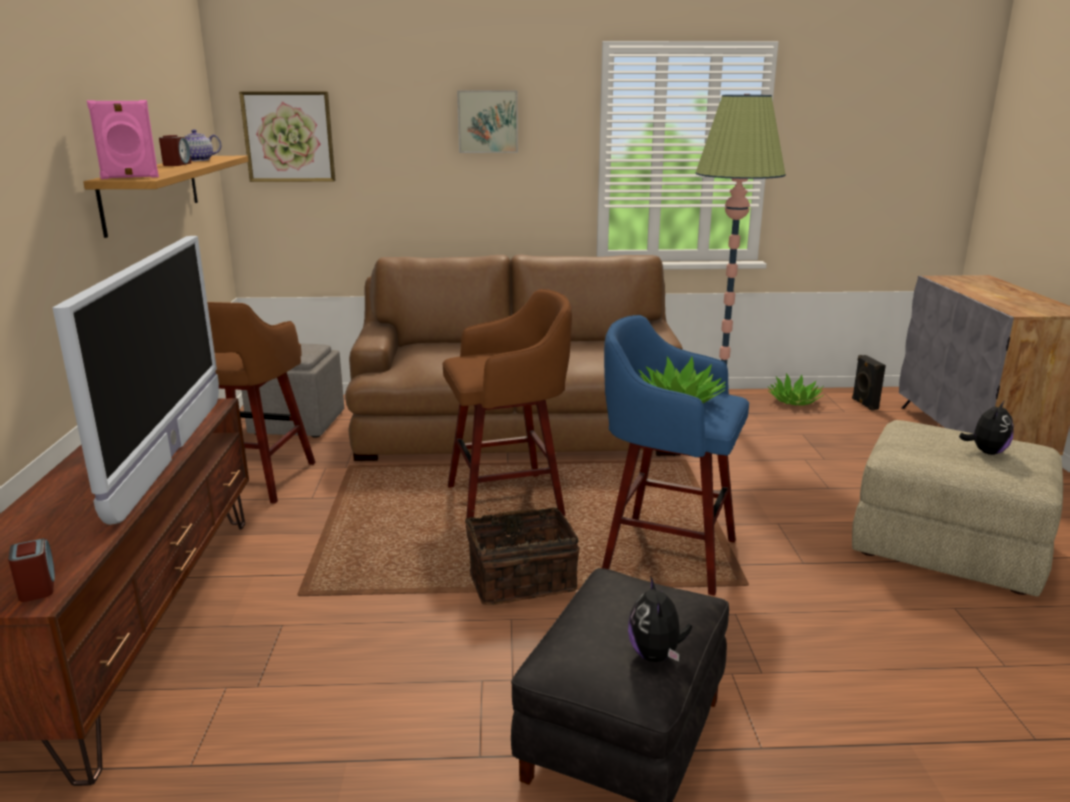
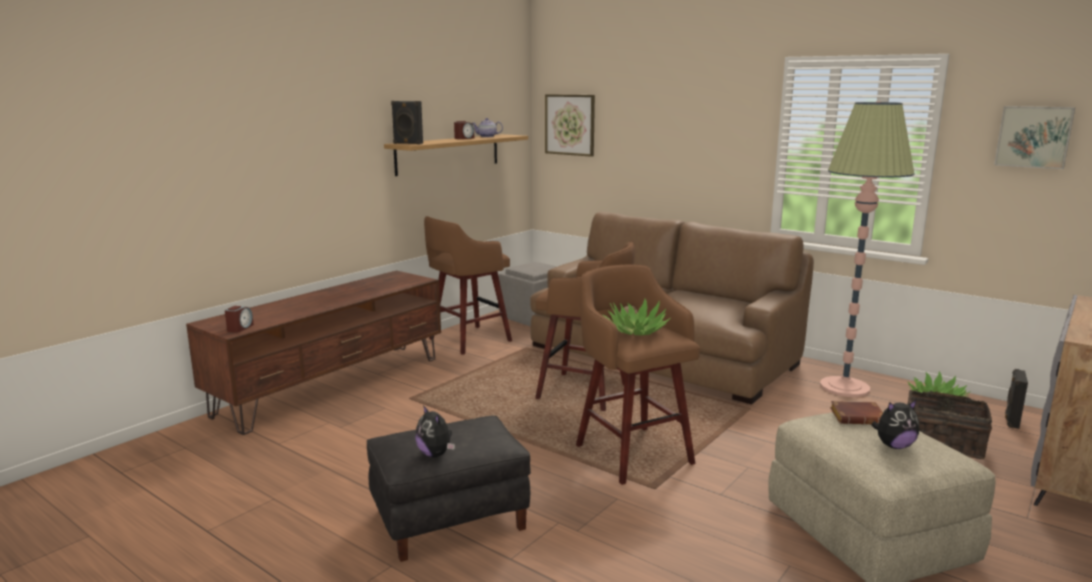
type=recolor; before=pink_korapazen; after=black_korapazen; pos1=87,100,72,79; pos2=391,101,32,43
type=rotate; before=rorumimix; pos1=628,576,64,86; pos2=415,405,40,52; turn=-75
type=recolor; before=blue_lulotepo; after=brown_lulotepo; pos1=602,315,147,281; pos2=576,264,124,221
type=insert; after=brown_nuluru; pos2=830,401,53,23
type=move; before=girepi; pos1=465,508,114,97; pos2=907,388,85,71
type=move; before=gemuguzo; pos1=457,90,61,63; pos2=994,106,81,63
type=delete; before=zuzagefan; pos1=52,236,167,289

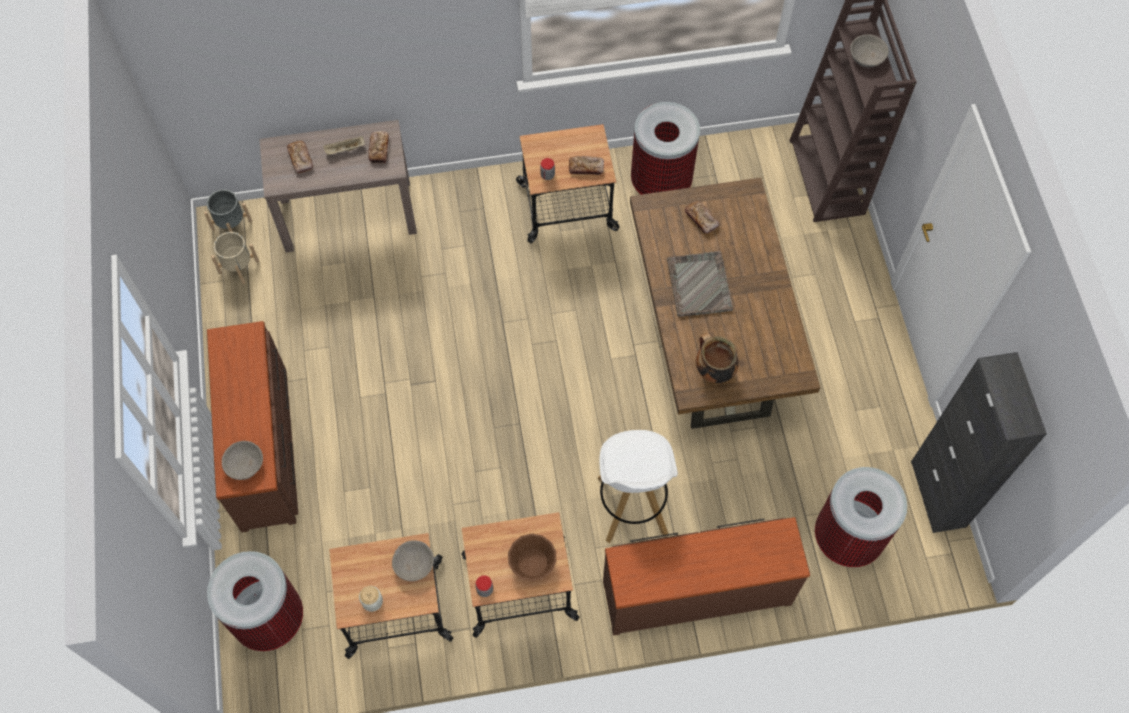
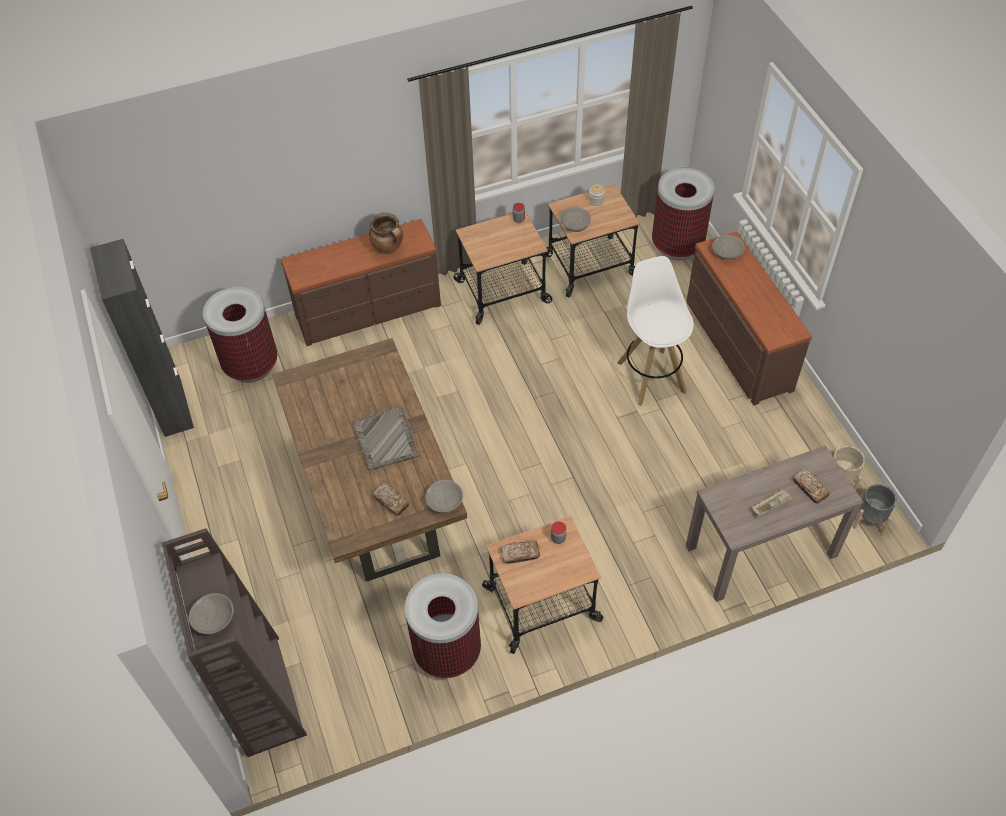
type=move; before=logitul; pos1=696,333,43,50; pos2=369,212,34,42
type=insert; after=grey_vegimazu; pos2=425,480,38,33
type=move; before=white_lulotepo; pos1=597,430,81,113; pos2=617,256,77,150
type=delete; before=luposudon; pos1=368,131,21,32
type=delete; before=brown_vegimazu; pos1=508,534,48,47

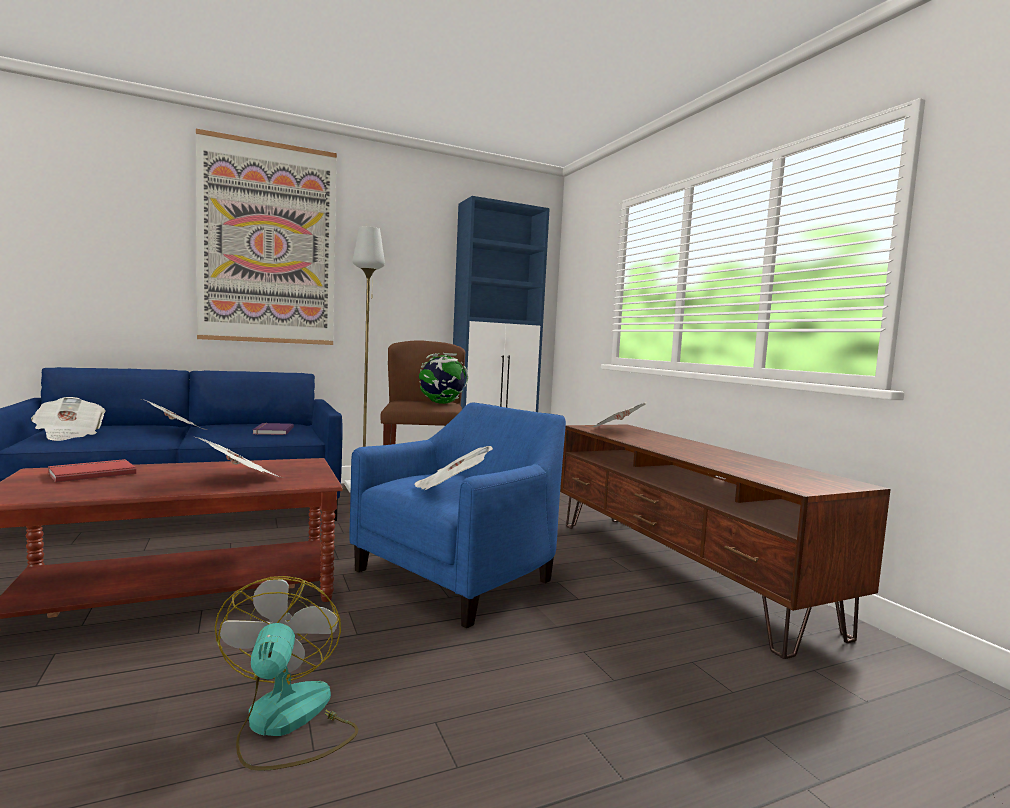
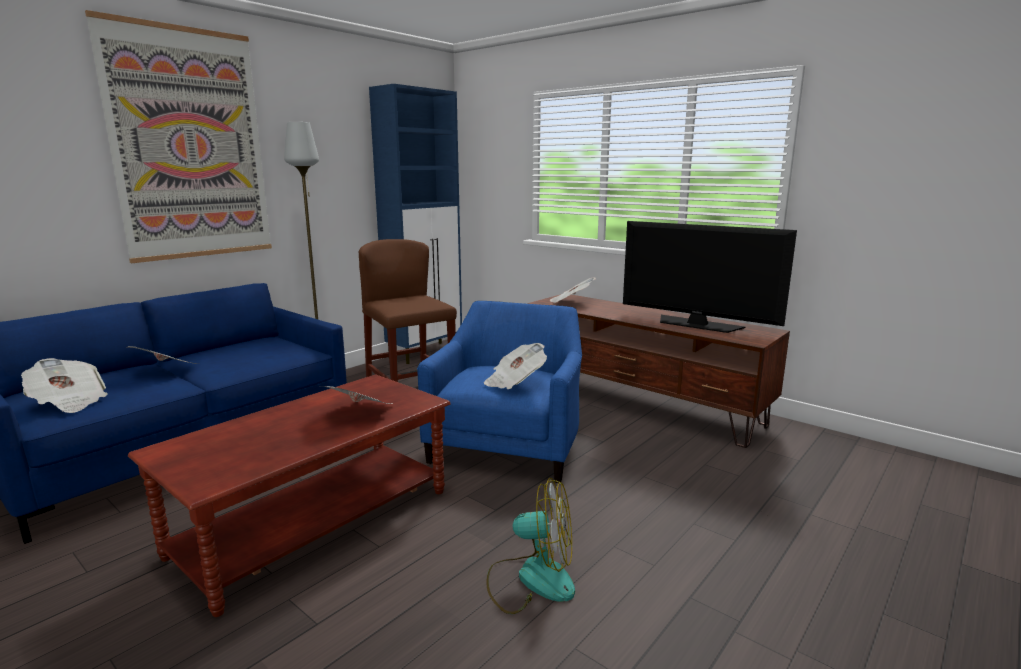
type=rotate; before=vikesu; pos1=215,576,143,195; pos2=486,478,89,136; turn=135
type=insert; after=zuzagefan; pos2=623,221,174,112
type=delete; before=red_nuluru; pos1=48,459,88,23
type=delete; before=purple_nuluru; pos1=252,423,42,12
type=delete; before=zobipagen; pos1=419,353,49,51

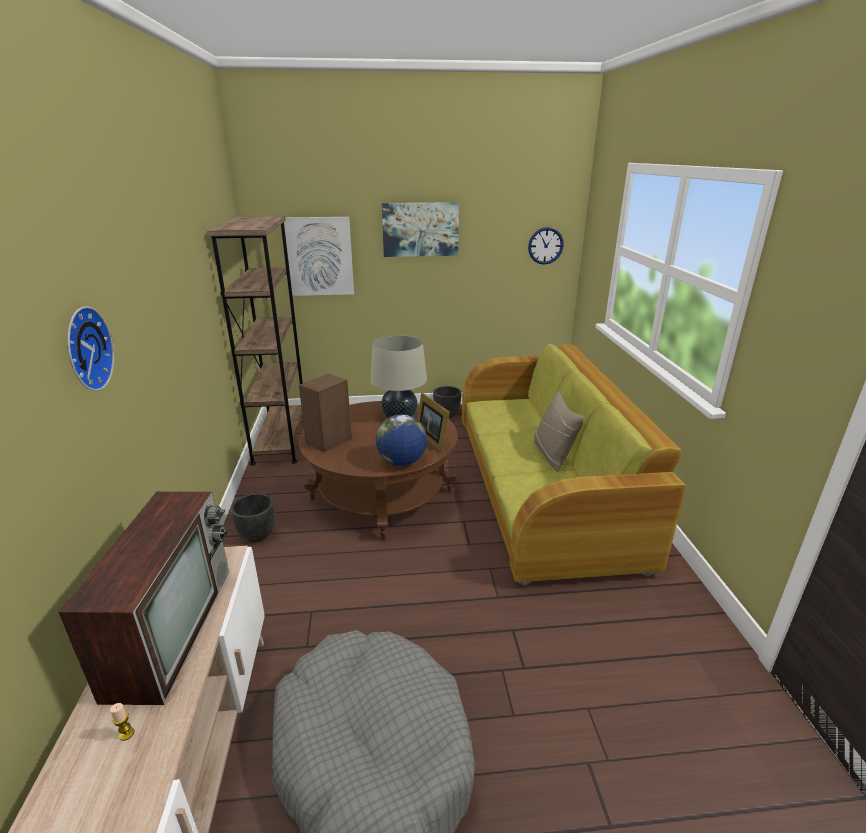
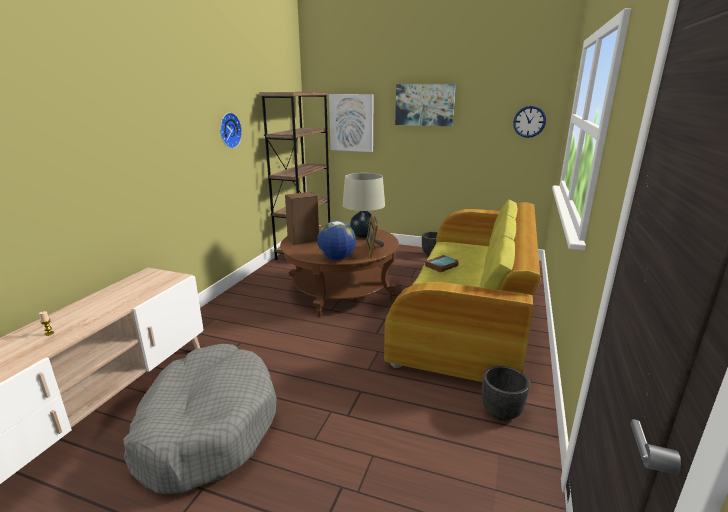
type=move; before=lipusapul; pos1=67,306,47,85; pos2=220,112,22,37
type=insert; after=nuluru; pos2=425,255,34,18
type=move; before=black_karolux; pos1=231,493,44,49; pos2=482,366,48,55
type=delete; before=zuzagefan; pos1=58,492,171,213
type=delete; before=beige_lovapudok; pos1=534,392,50,80

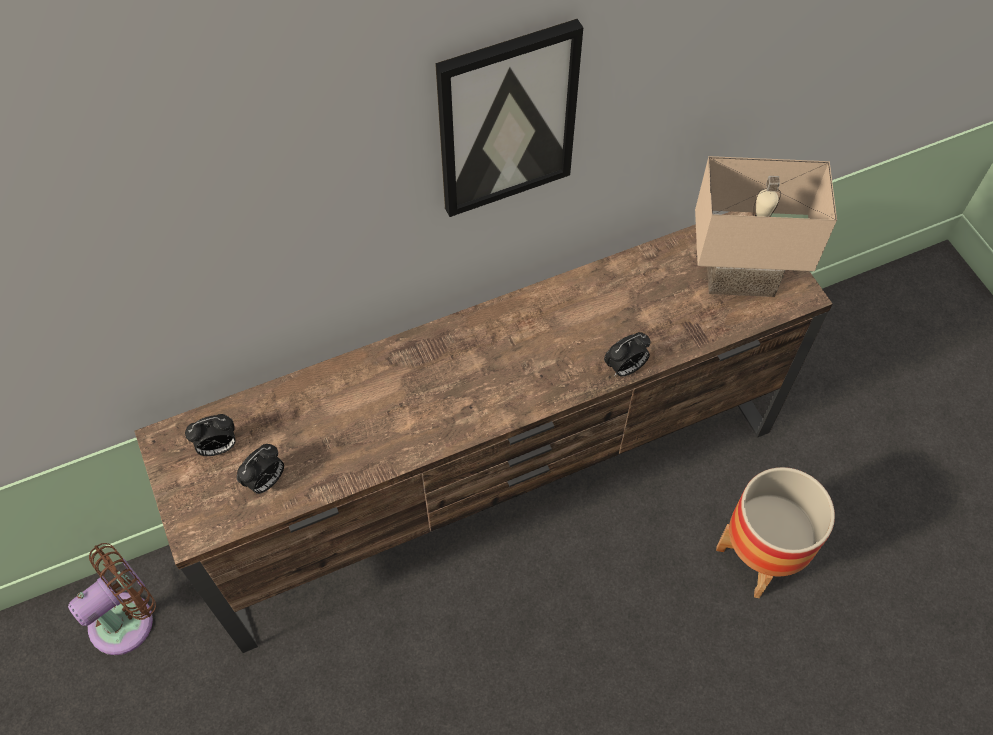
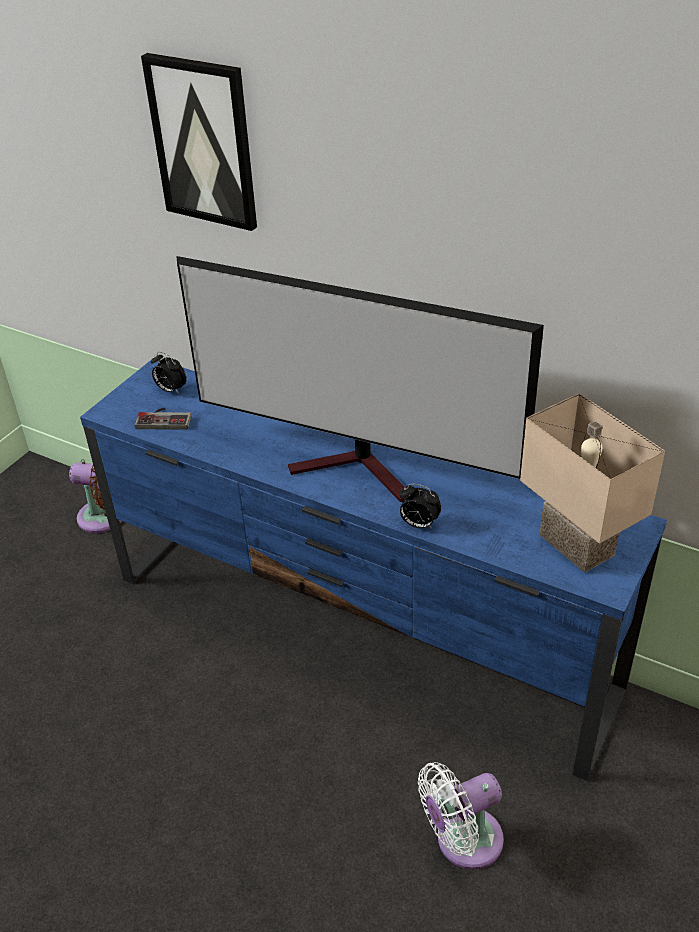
type=recolor; before=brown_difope; after=blue_difope; pos1=134,211,699,442; pos2=80,359,587,422
type=replace; before=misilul; after=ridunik; pos1=237,444,47,50; pos2=135,408,56,22
type=move; before=gemuguzo; pos1=435,19,148,198; pos2=141,53,116,178
type=insert; after=zuzagefan; pos2=176,256,368,246
type=replace; before=karolux; after=white_vikesu; pos1=716,467,119,131; pos2=418,762,86,108

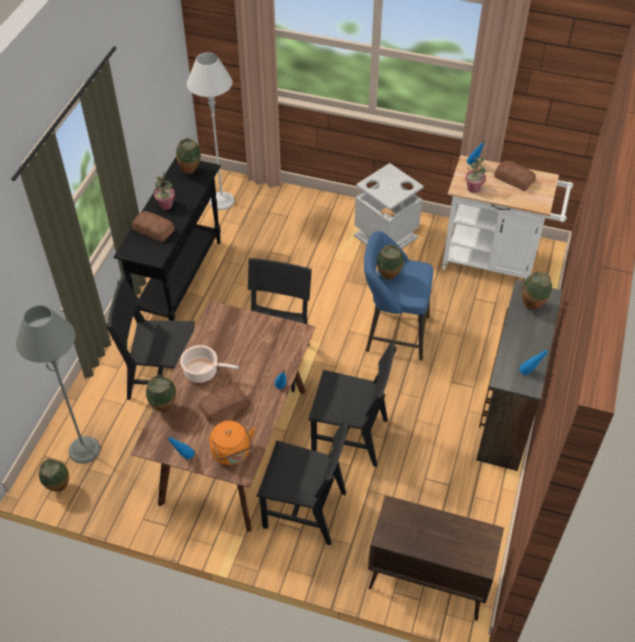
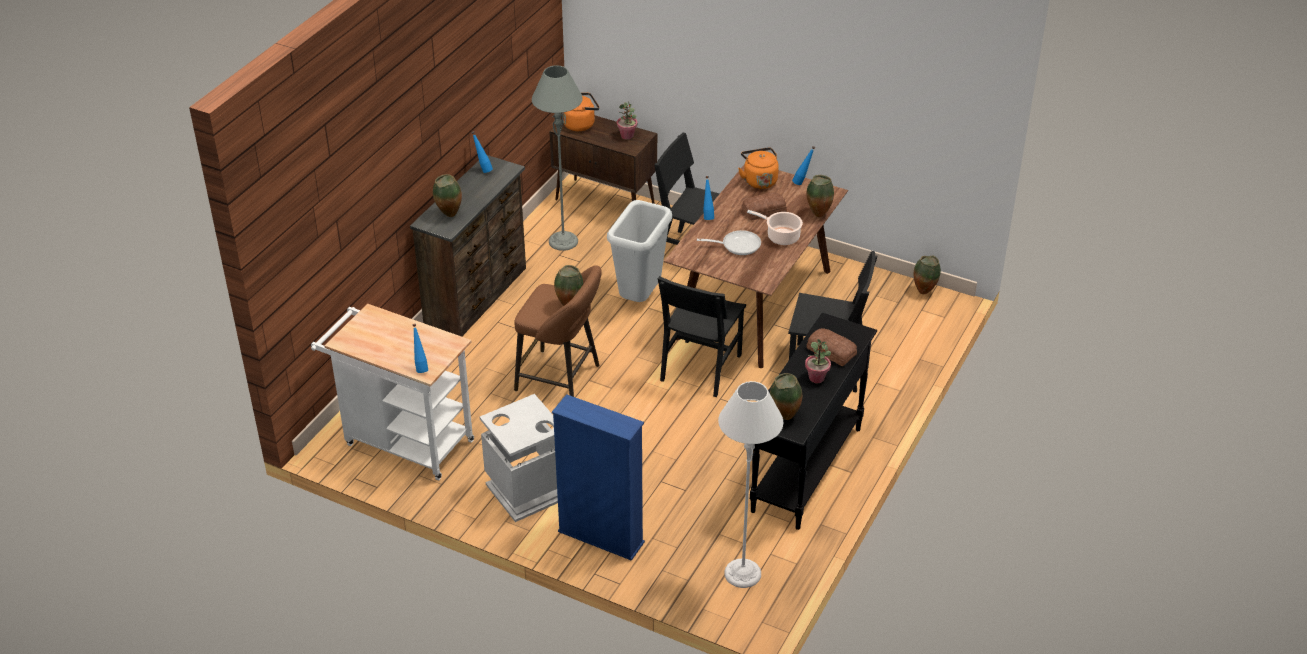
type=recolor; before=blue_lulotepo; after=brown_lulotepo; pos1=364,231,69,130; pos2=514,265,88,132
type=move; before=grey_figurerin; pos1=16,305,84,158; pos2=532,65,51,186
type=insert; after=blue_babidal; pos2=552,394,93,167
type=insert; after=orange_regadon; pos2=562,93,37,38
type=replace; before=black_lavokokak; after=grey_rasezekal; pos1=308,342,89,125; pos2=607,200,65,102
type=move; before=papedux; pos1=465,156,21,37; pos2=617,102,20,38
type=insert; after=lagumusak; pos2=697,230,64,25
type=delete; before=luposudon; pos1=494,160,42,31

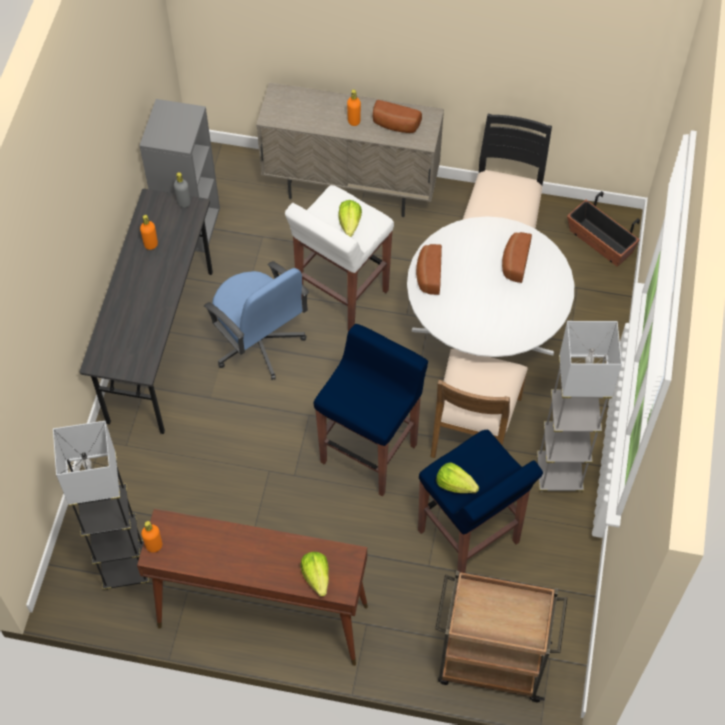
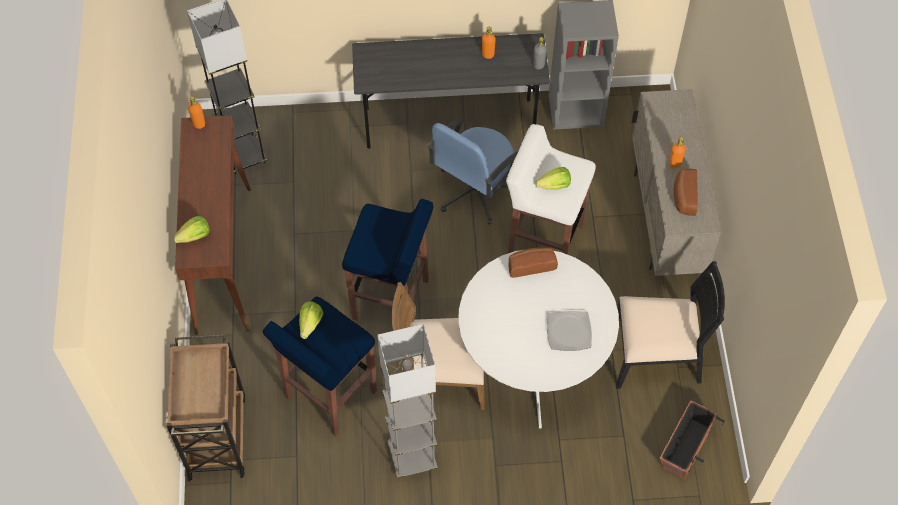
type=replace; before=luposudon; after=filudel; pos1=502,232,30,51; pos2=547,311,45,40

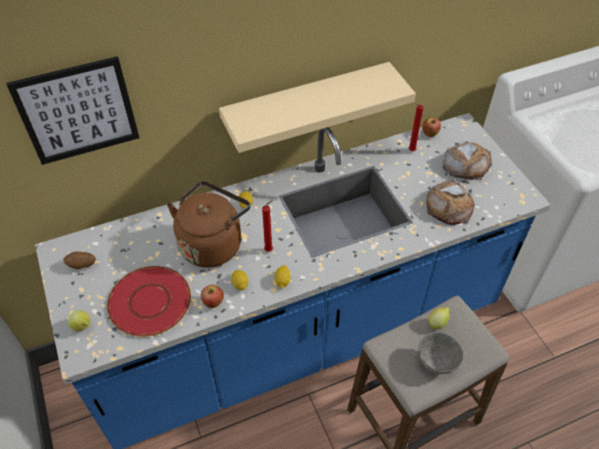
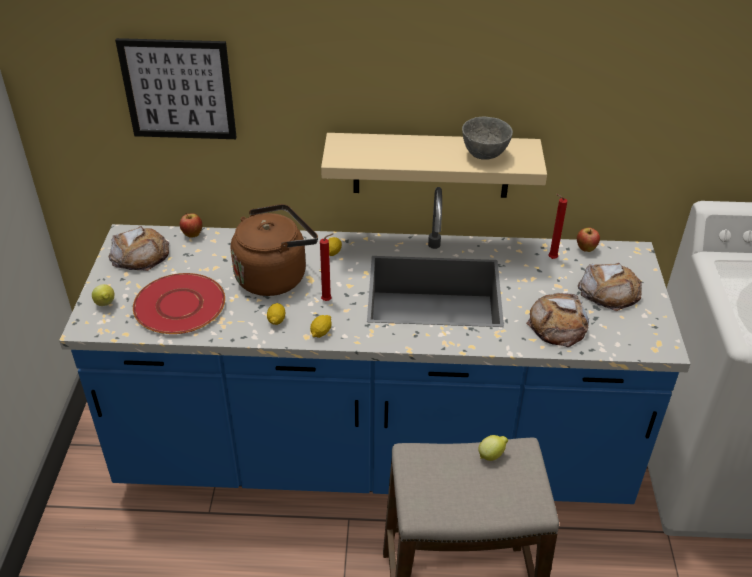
type=replace; before=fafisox; after=luposudon; pos1=63,252,33,17; pos2=109,226,60,45
type=move; before=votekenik; pos1=201,285,23,23; pos2=180,212,22,25
type=move; before=grey_vegimazu; pos1=418,332,45,42; pos2=462,116,51,44

